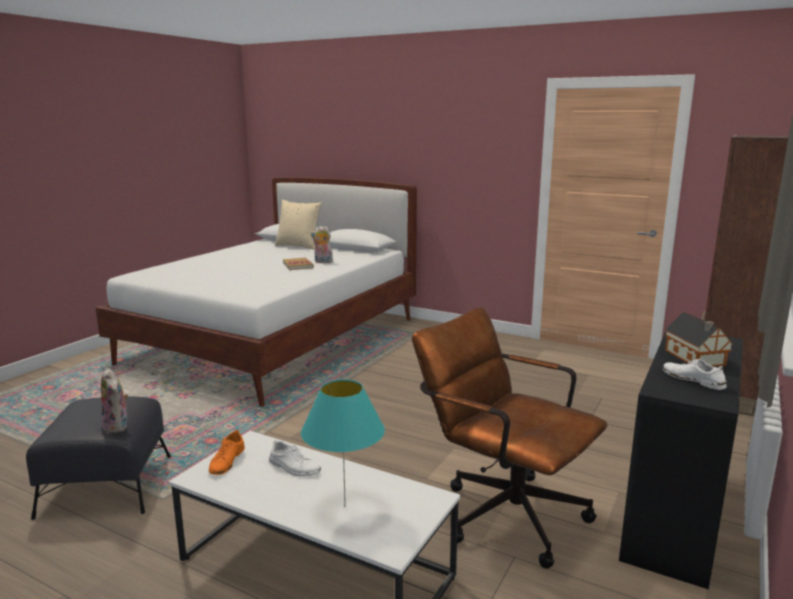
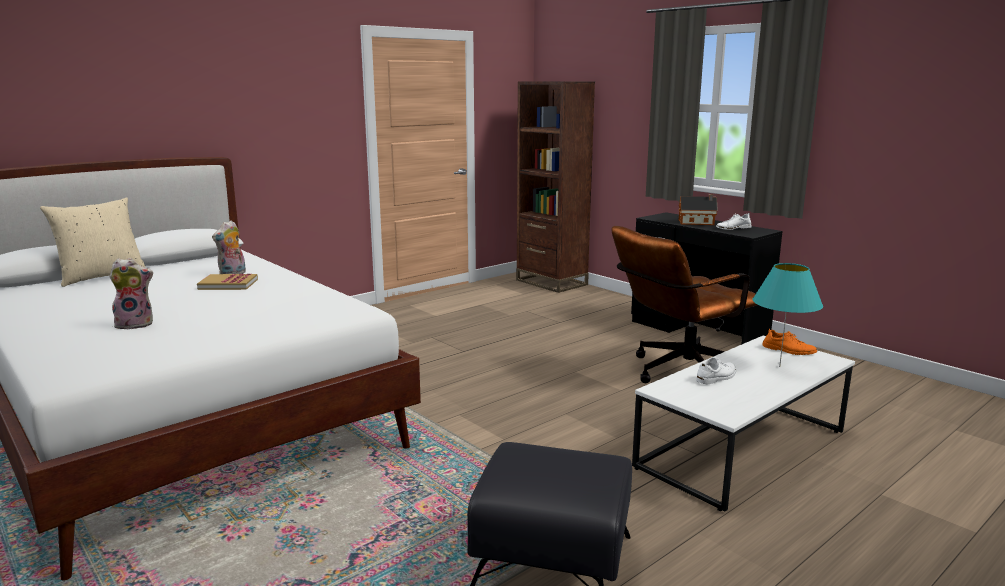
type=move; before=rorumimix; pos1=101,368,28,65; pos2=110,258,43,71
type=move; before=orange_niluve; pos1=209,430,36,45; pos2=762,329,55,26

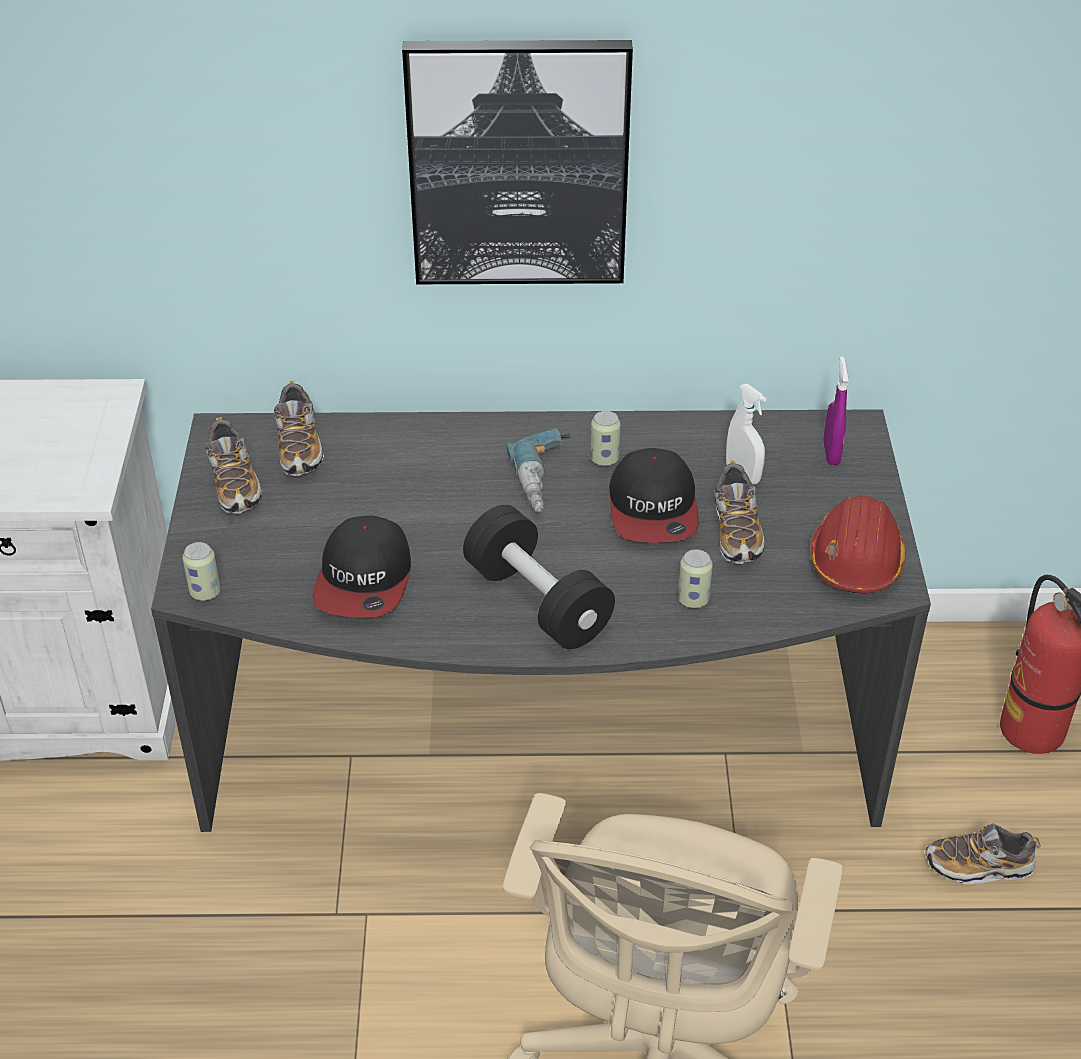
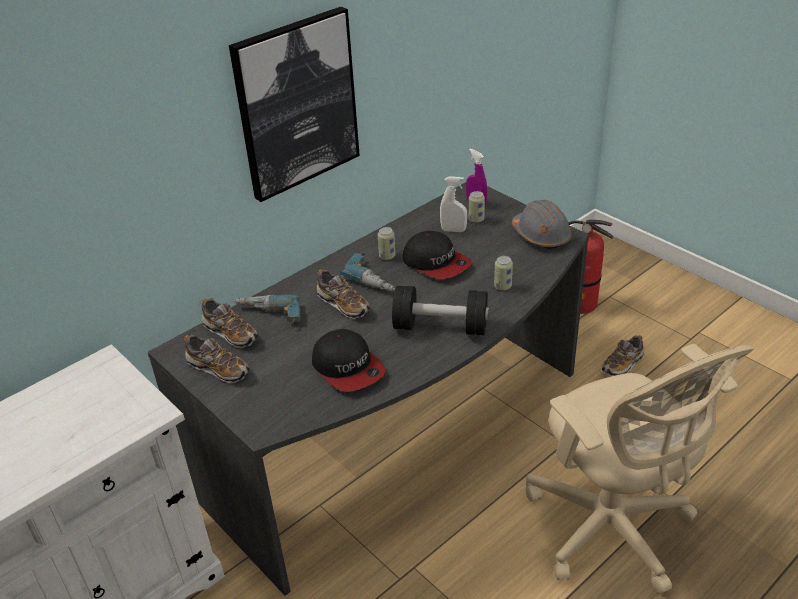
type=insert; after=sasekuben; pos2=234,295,67,30
type=move; before=niluve; pos1=715,461,50,103; pos2=317,269,53,50
type=move; before=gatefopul; pos1=182,542,39,59; pos2=469,191,16,32
type=recolor; before=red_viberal; after=grey_viberal; pos1=810,496,96,98; pos2=512,200,60,49

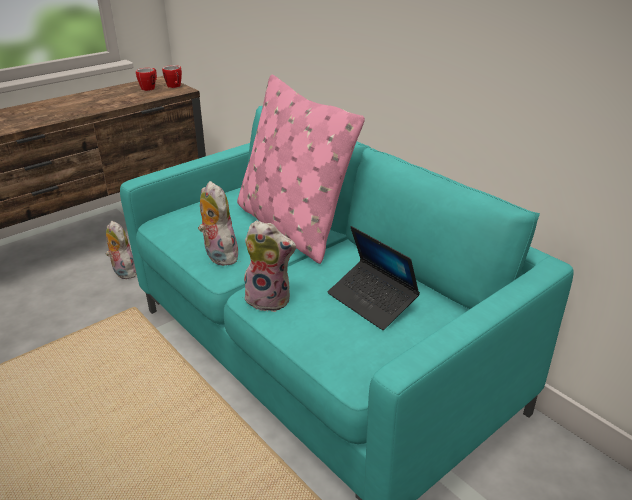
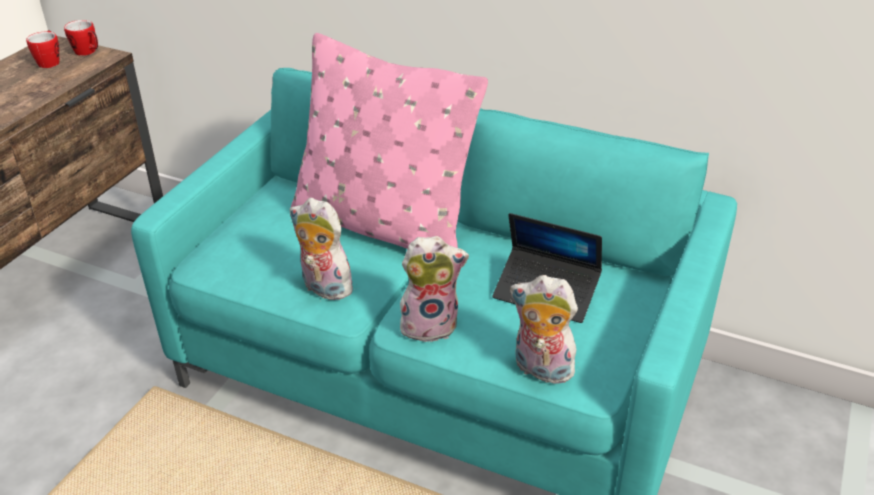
type=move; before=rorumimix; pos1=105,221,32,58; pos2=510,275,68,109

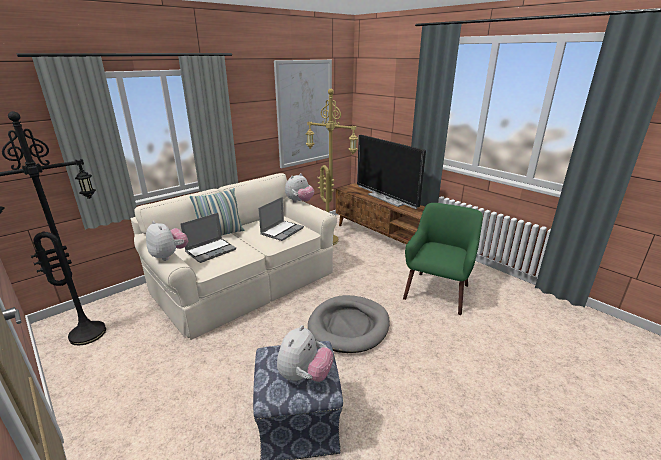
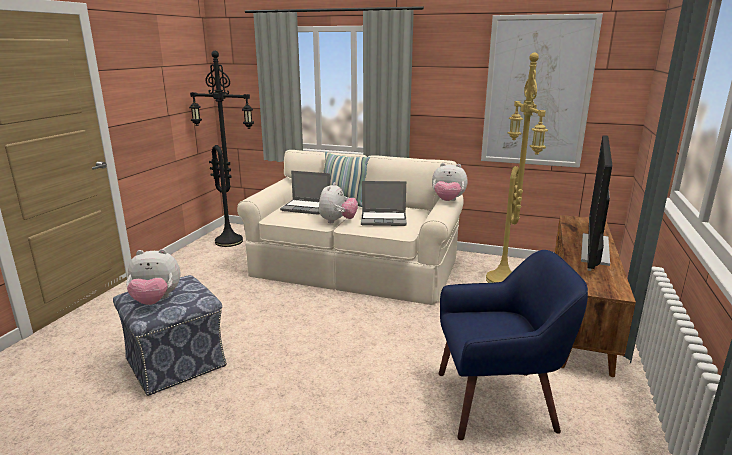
type=move; before=rorumimix; pos1=146,221,42,40; pos2=319,182,39,41
type=recolor; before=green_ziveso; after=blue_ziveso; pos1=403,203,80,112; pos2=439,250,149,190
type=delete; before=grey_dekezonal; pos1=308,295,82,58

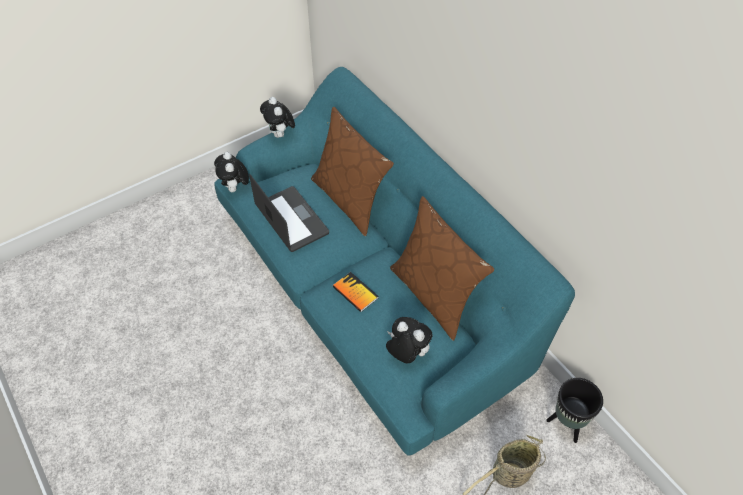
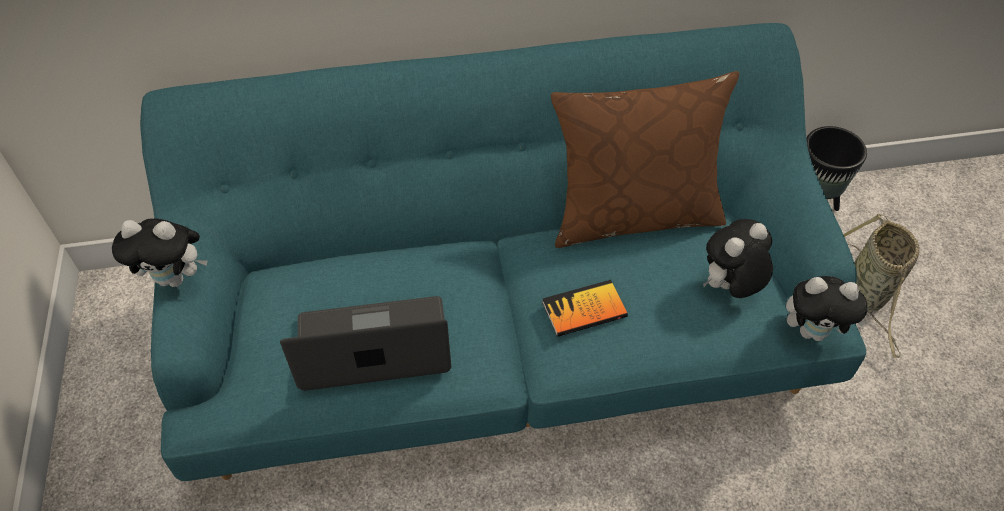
type=move; before=rorumimix; pos1=214,152,35,40; pos2=786,276,81,65
type=delete; before=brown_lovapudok; pos1=311,107,83,129

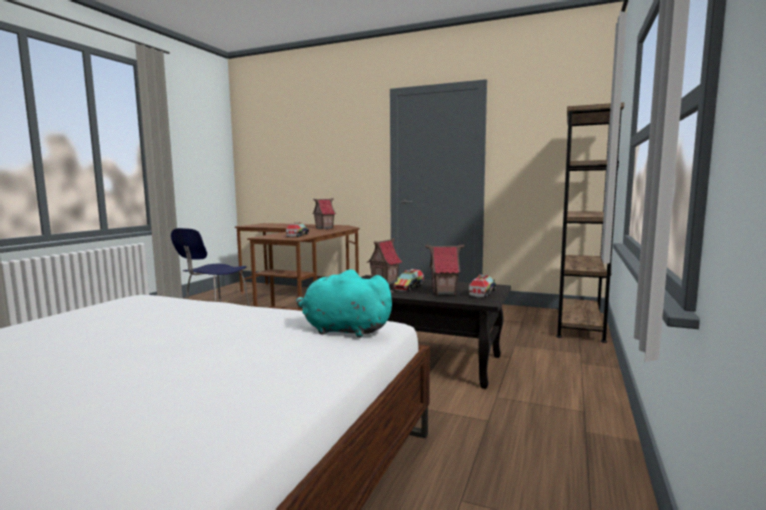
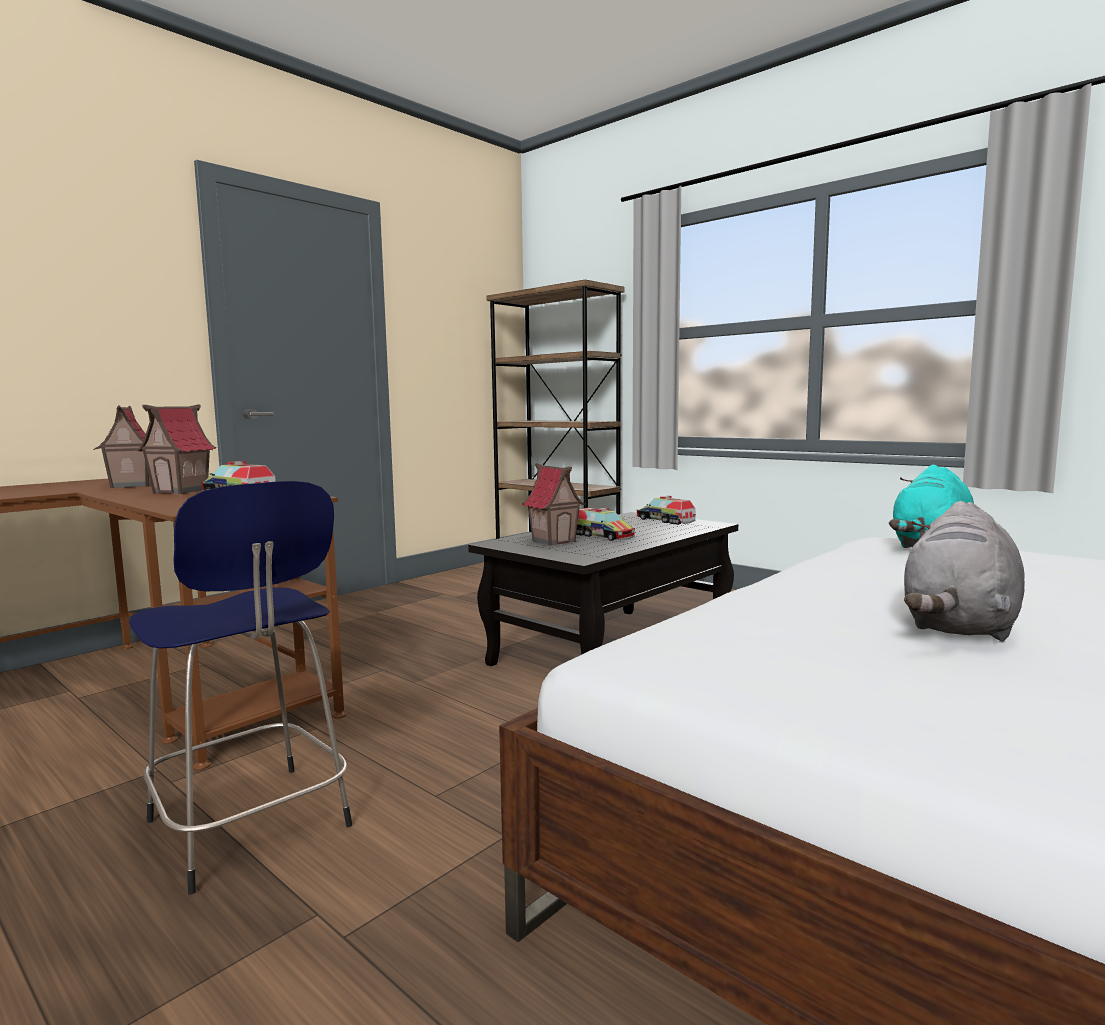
type=move; before=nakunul; pos1=425,245,40,50; pos2=136,404,80,90
type=insert; after=grey_rorumimix; pos2=904,501,121,141

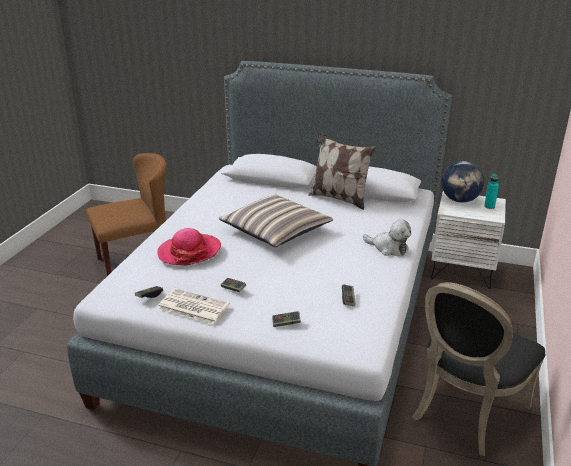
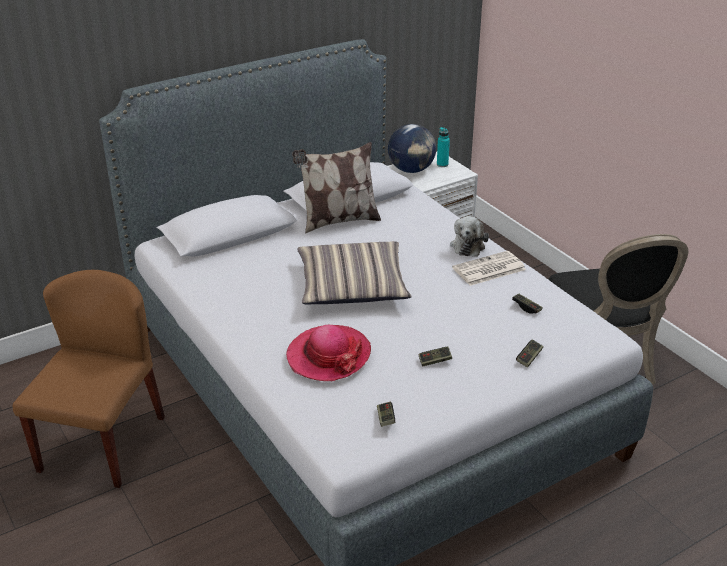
type=rotate; before=rorumimix; pos1=363,219,48,37; pos2=450,216,39,41; turn=120
type=move; before=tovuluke; pos1=157,289,73,35; pos2=452,251,74,35

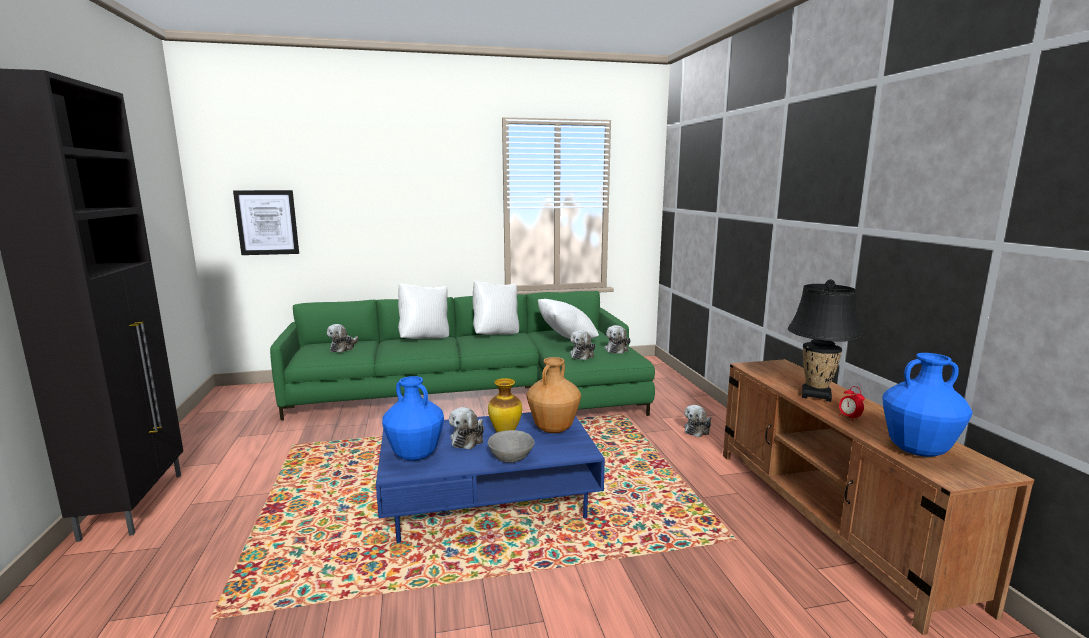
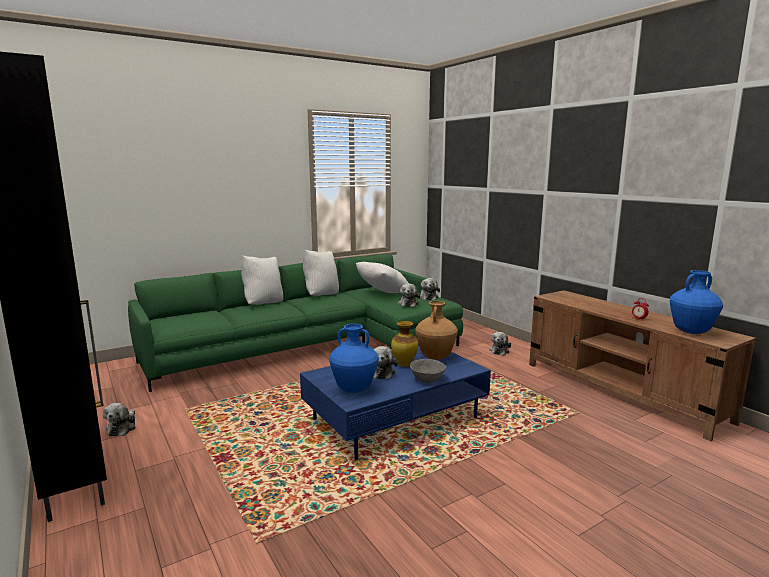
type=move; before=rorumimix; pos1=327,324,31,29; pos2=103,403,32,33
type=delete; before=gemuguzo; pos1=233,190,66,65
type=delete; before=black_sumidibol; pos1=788,279,74,123

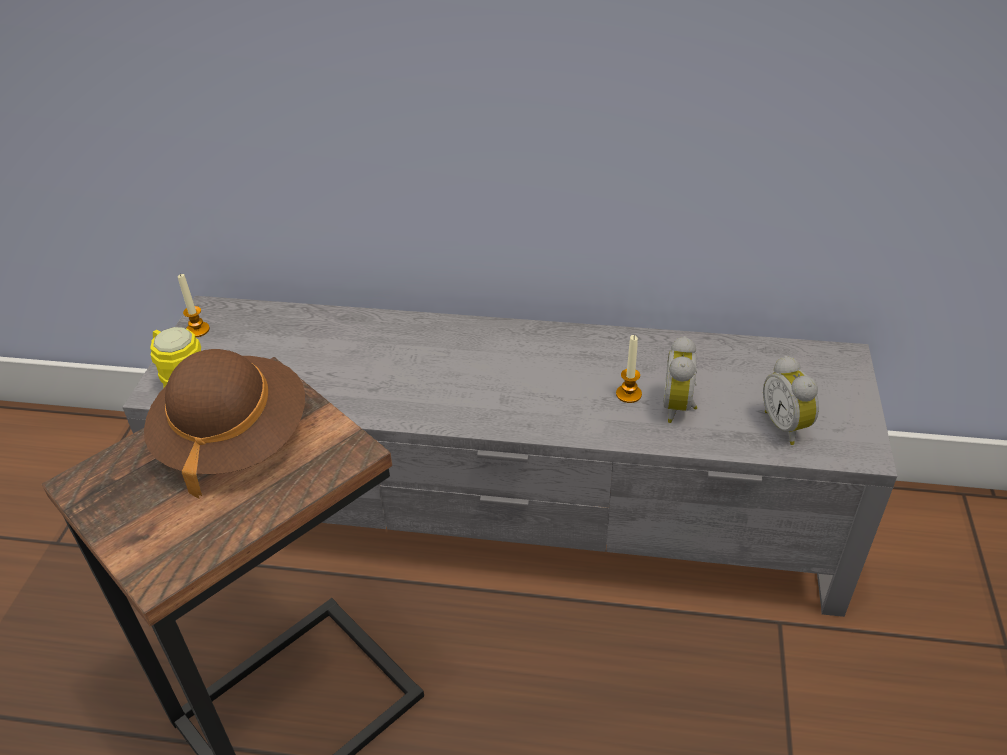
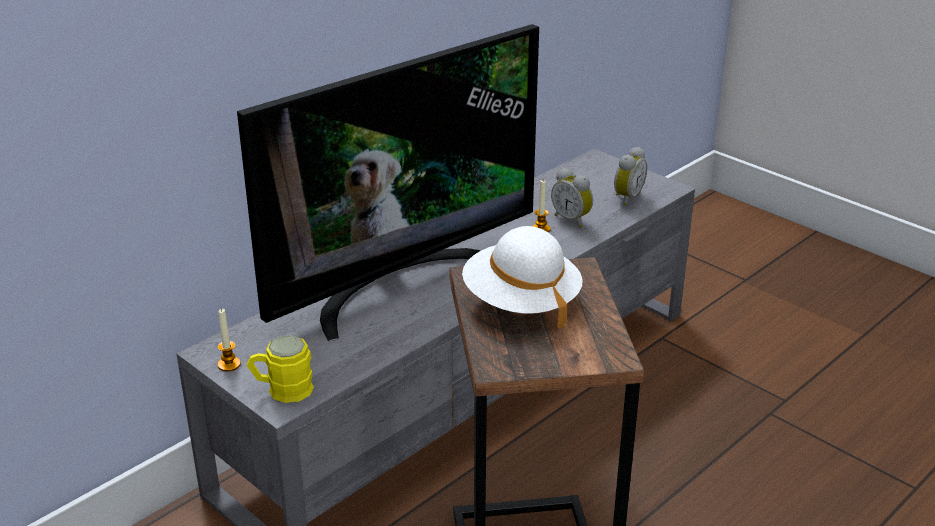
type=insert; after=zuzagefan; pos2=237,24,302,317
type=recolor; before=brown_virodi; after=white_virodi; pos1=144,349,161,149; pos2=462,226,121,102
type=rotate; before=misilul; pos1=763,356,56,89; pos2=614,147,33,59; turn=-75

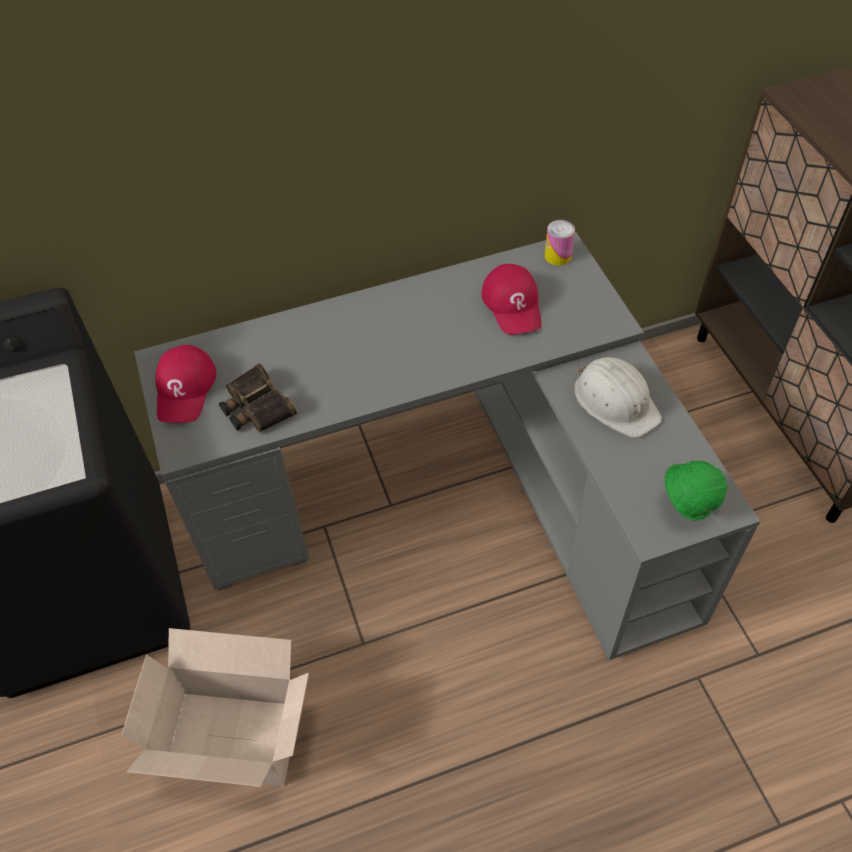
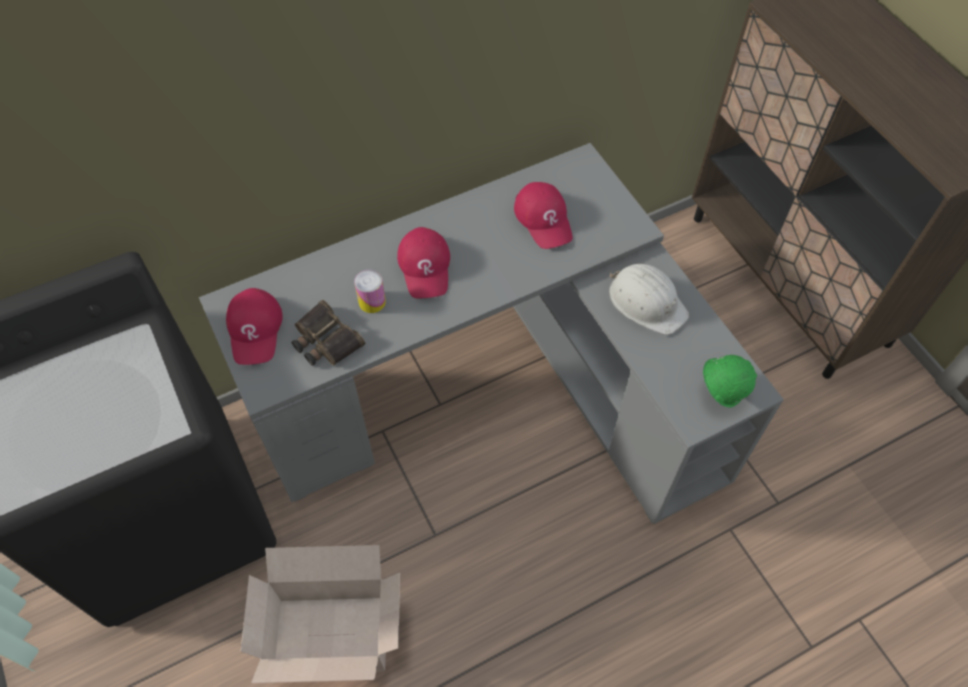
type=move; before=gatefopul; pos1=545,220,30,46; pos2=354,270,32,43
type=insert; after=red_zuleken; pos2=397,227,53,71

